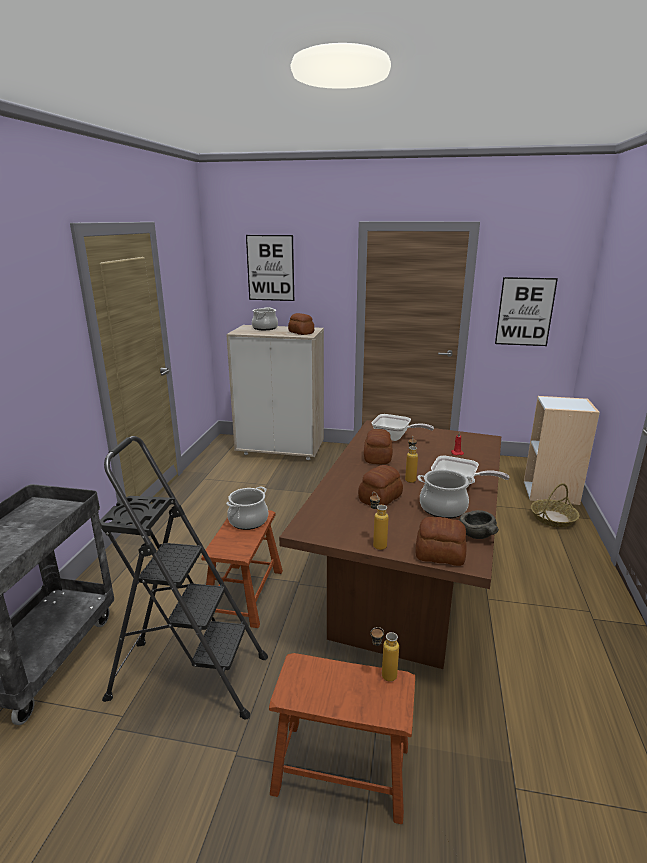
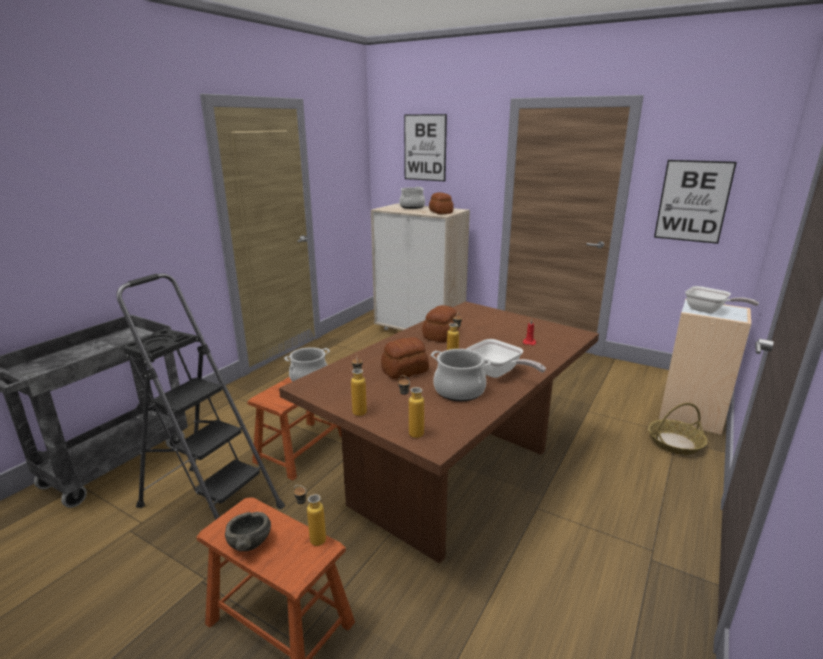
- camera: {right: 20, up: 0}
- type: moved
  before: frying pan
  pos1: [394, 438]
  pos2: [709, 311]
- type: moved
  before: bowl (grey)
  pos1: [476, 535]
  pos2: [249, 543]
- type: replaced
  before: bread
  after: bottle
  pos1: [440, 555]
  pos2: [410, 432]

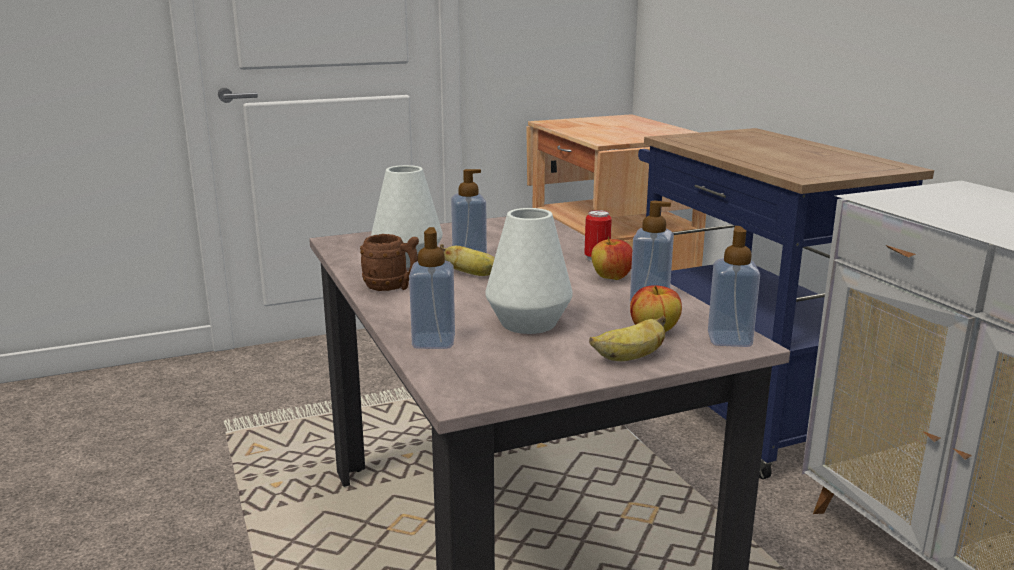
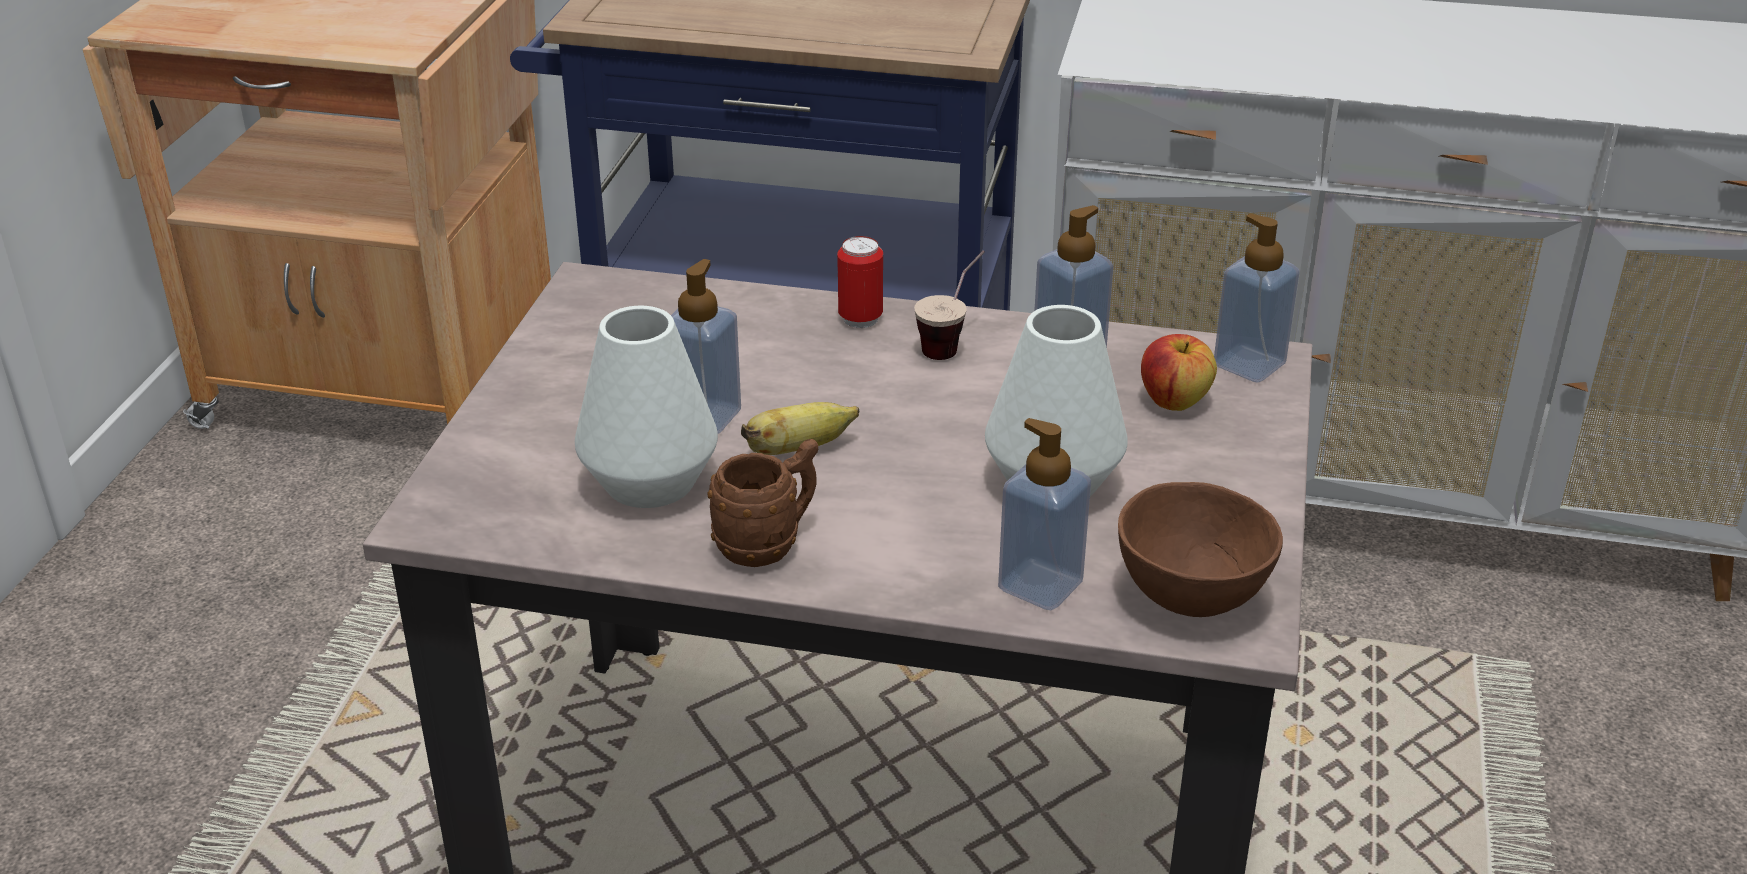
- camera: {right: -55, up: 15}
- type: removed
  before: banana
  pos1: [629, 358]
- type: added
  after: bowl (brown)
  pos2: [1189, 595]
- type: replaced
  before: apple
  after: cup
  pos1: [611, 277]
  pos2: [952, 343]

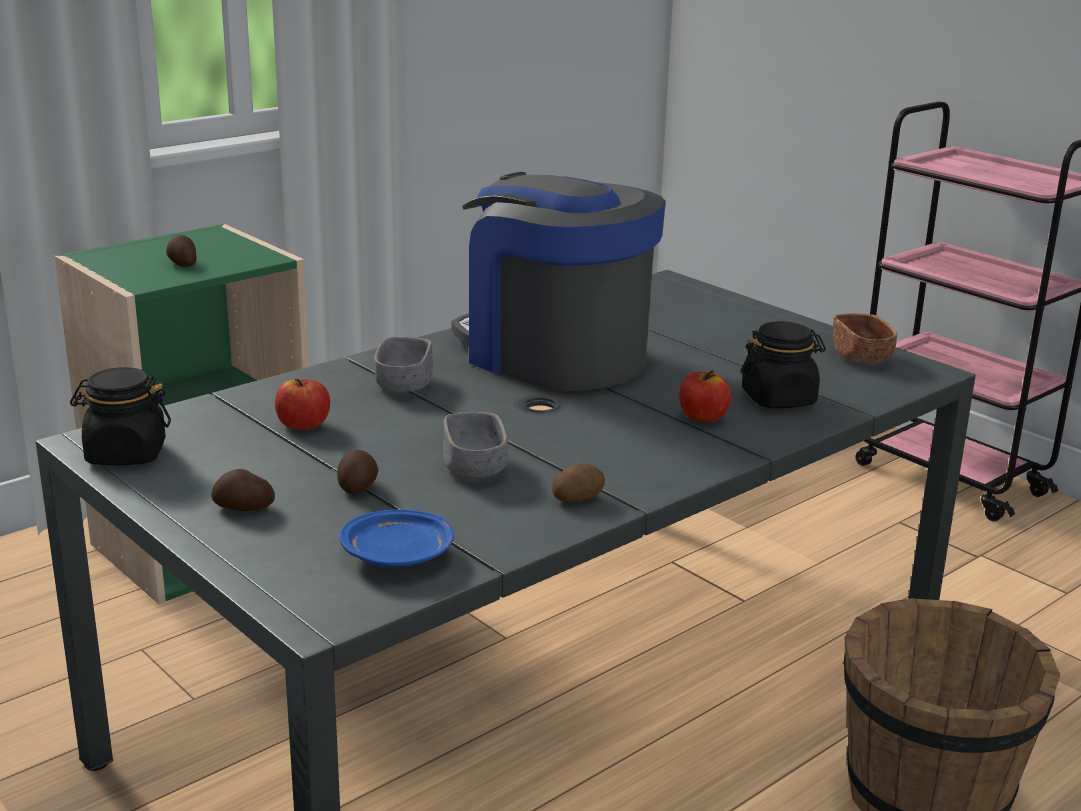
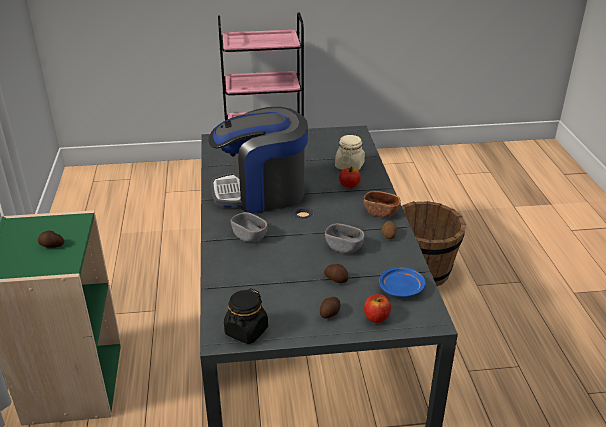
- camera: {right: -55, up: 10}
- type: moved
  before: apple
  pos1: [303, 425]
  pos2: [376, 317]
- type: moved
  before: bowl (brown)
  pos1: [861, 356]
  pos2: [381, 212]
- type: recoloured
  before: jar (black)
  after: jar (beige)
  pos1: [779, 399]
  pos2: [349, 166]

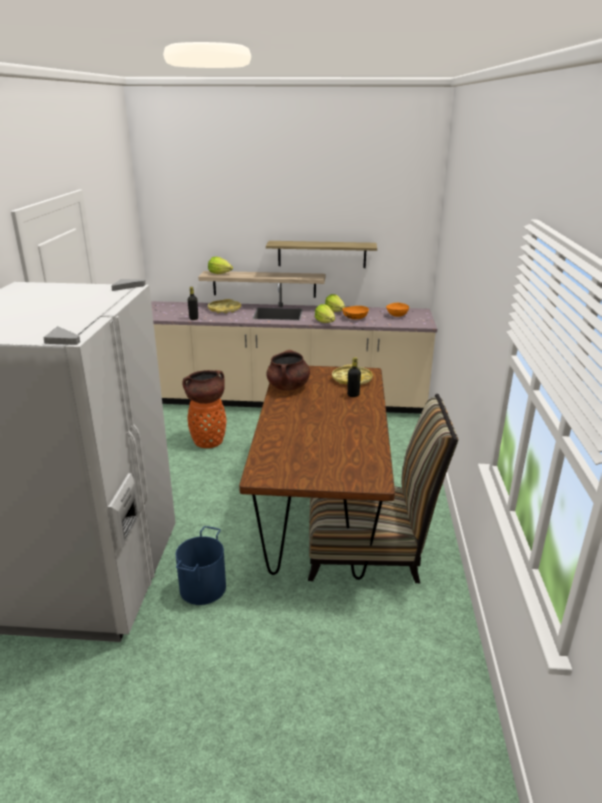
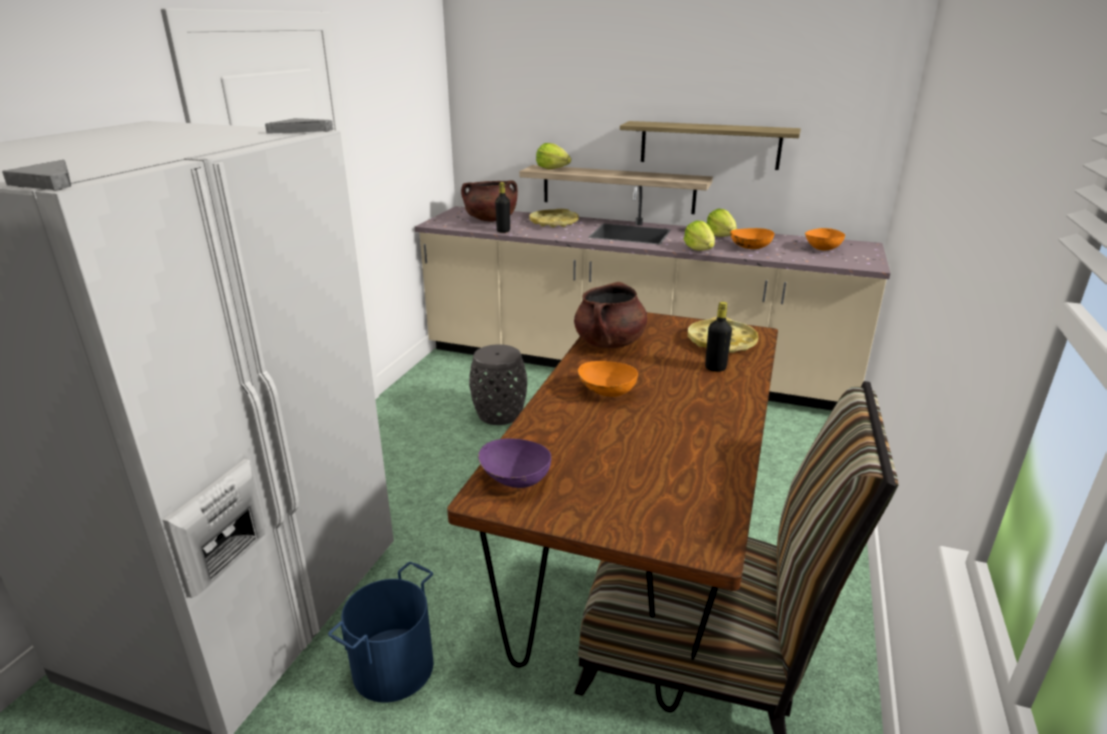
- camera: {right: 15, up: 0}
- type: added
  after: bowl (purple)
  pos2: [514, 480]
- type: added
  after: bowl (orange)
  pos2: [606, 392]
- type: moved
  before: cooking pot (brown)
  pos1: [205, 400]
  pos2: [491, 220]
- type: recoloured
  before: stool (orange)
  after: stool (grey)
  pos1: [208, 441]
  pos2: [499, 414]

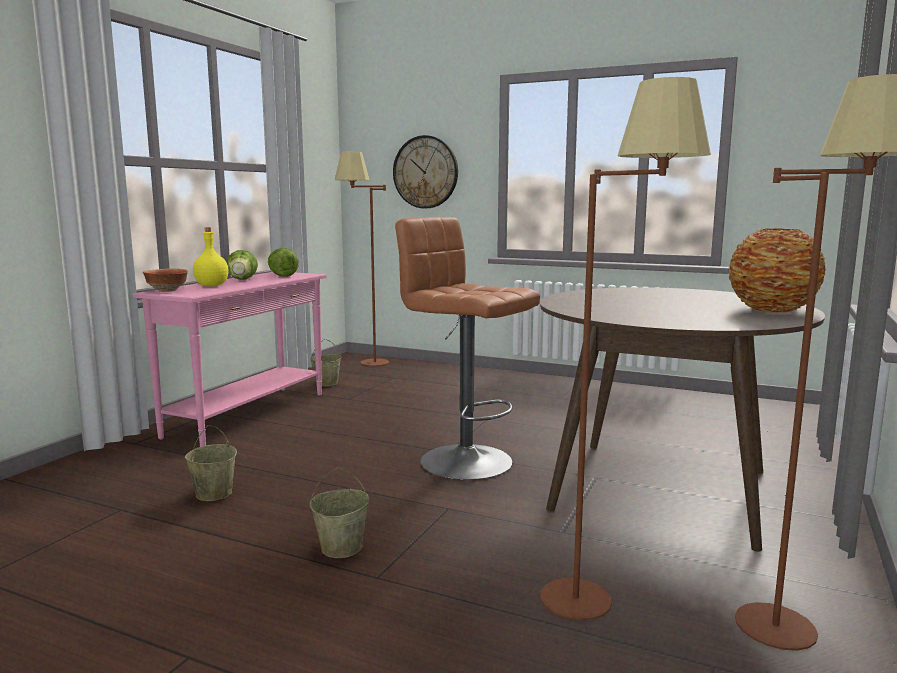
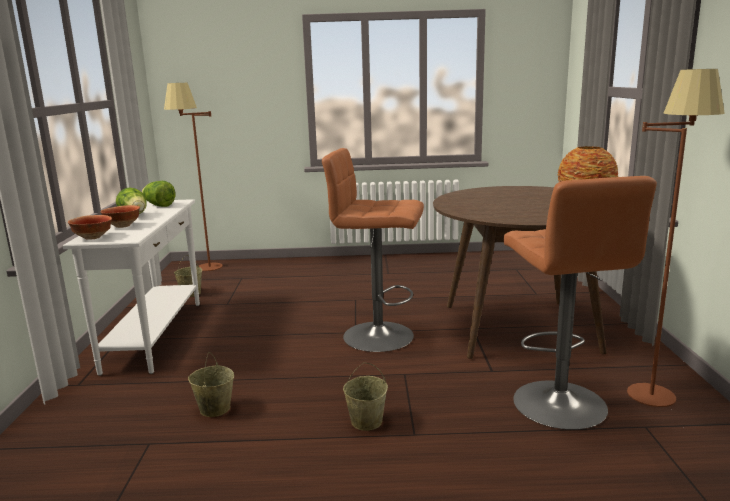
- camera: {right: -25, up: 5}
- type: removed
  before: wall clock
  pos1: [425, 172]
- type: replaced
  before: bottle (yellow)
  after: bowl
  pos1: [211, 286]
  pos2: [122, 226]
- type: replaced
  before: floor lamp (brown)
  after: stool (brown)
  pos1: [607, 598]
  pos2: [559, 405]
- type: recoloured
  before: console table (pink)
  after: console table (white)
  pos1: [247, 414]
  pos2: [154, 335]

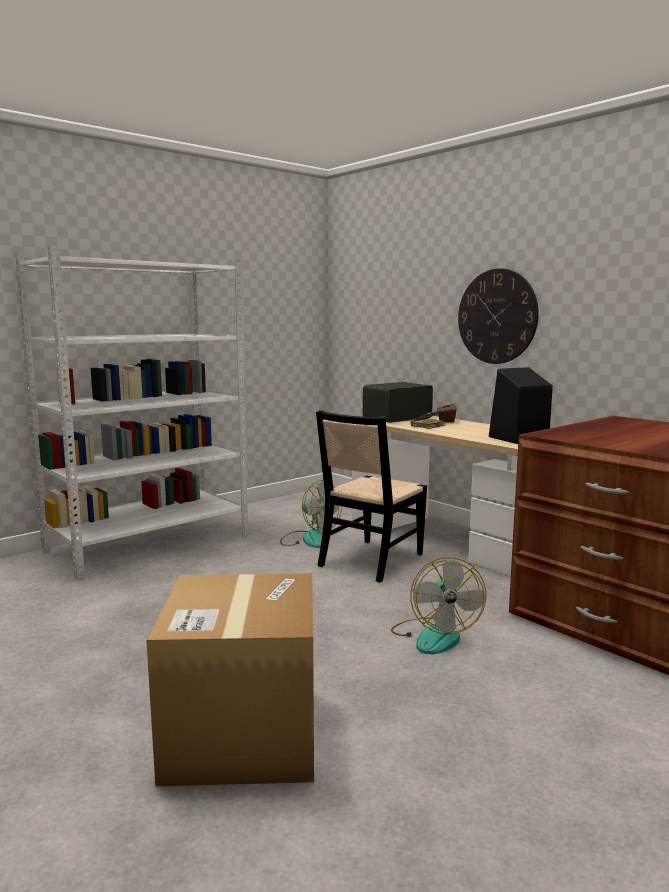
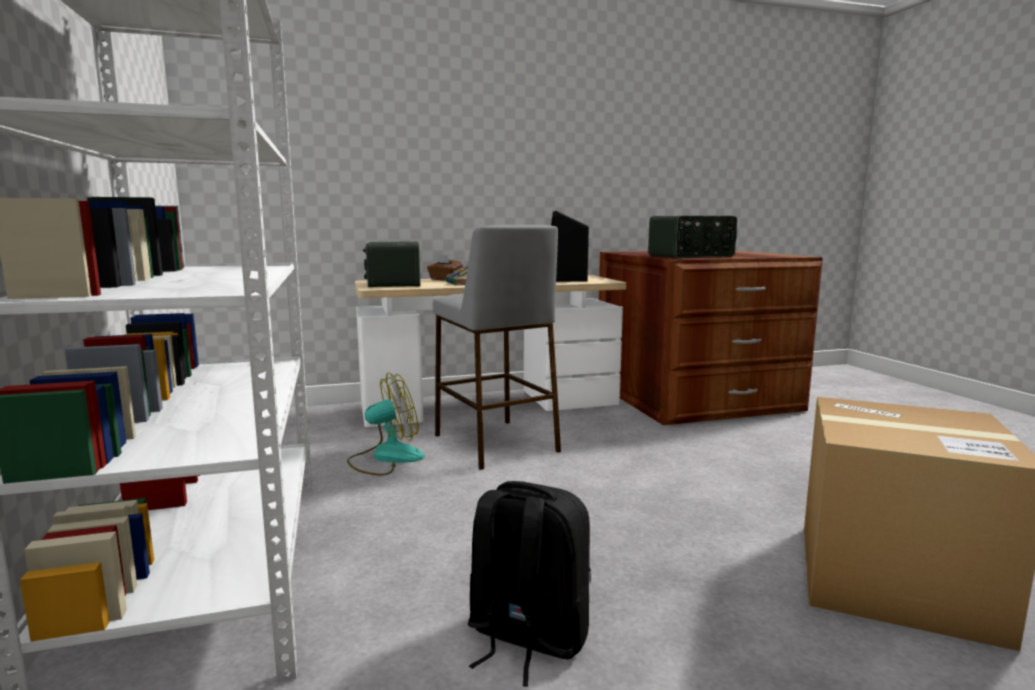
- camera: {right: -65, up: 0}
- type: removed
  before: fan
  pos1: [434, 635]
- type: removed
  before: wall clock
  pos1: [497, 316]
- type: added
  after: backpack (black)
  pos2: [526, 638]
- type: added
  after: radio
  pos2: [691, 256]
- type: replaced
  before: chair
  after: stool (grey)
  pos1: [371, 560]
  pos2: [496, 443]

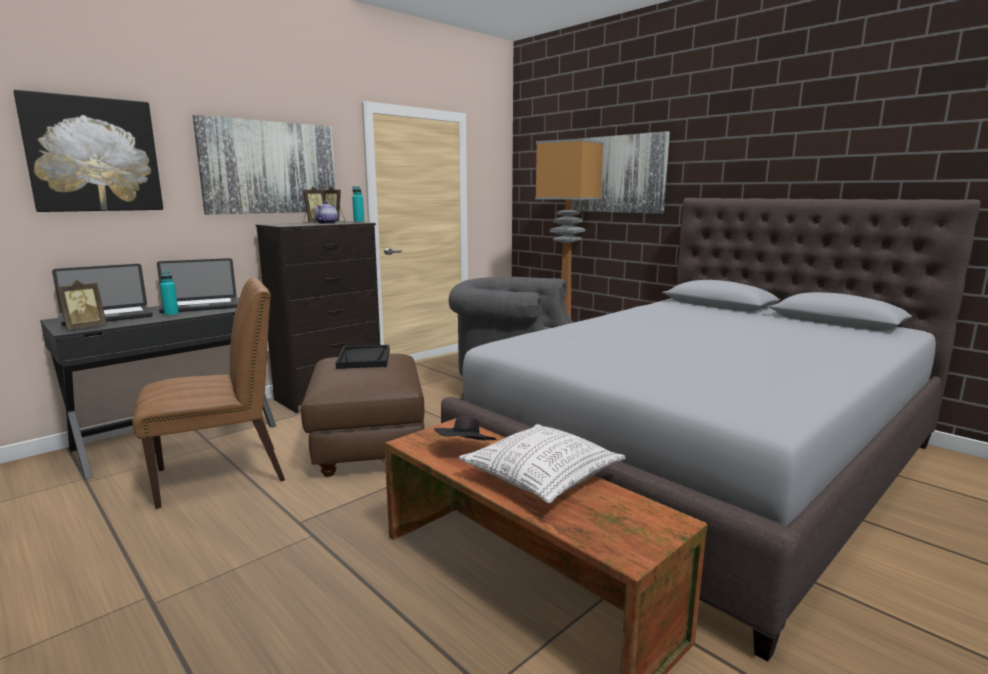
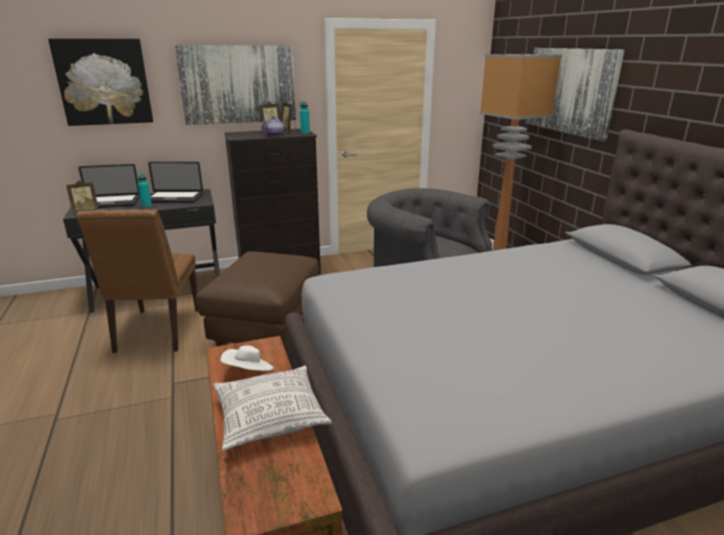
- camera: {right: 25, up: 10}
- type: removed
  before: tray (black)
  pos1: [364, 359]
- type: recoloured
  before: hat (black)
  after: hat (white)
  pos1: [465, 450]
  pos2: [248, 372]
- type: turned
  before: chair (brown)
  pos1: [219, 475]
  pos2: [158, 329]
  turn: 90

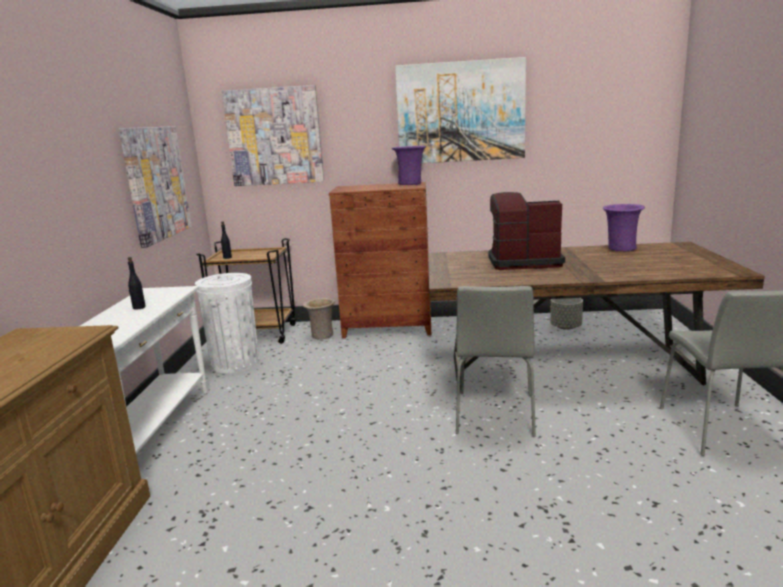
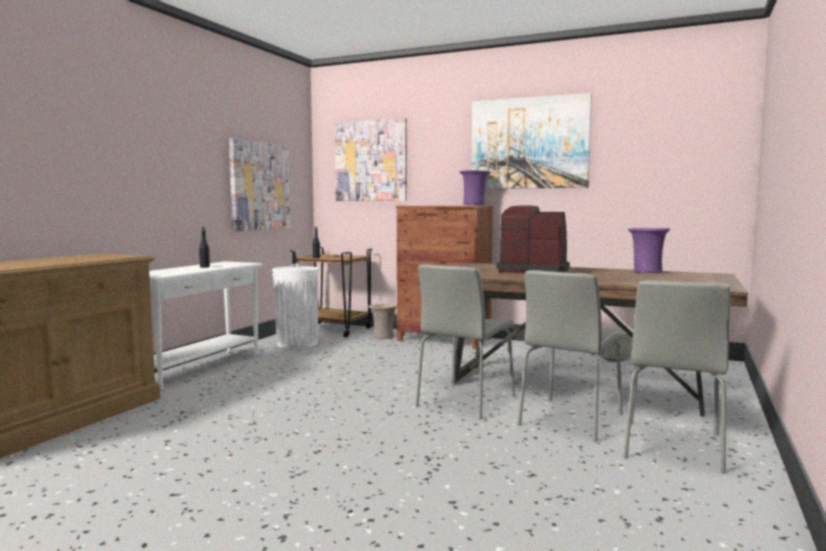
- camera: {right: 20, up: -10}
- type: added
  after: chair (grey)
  pos2: [569, 420]

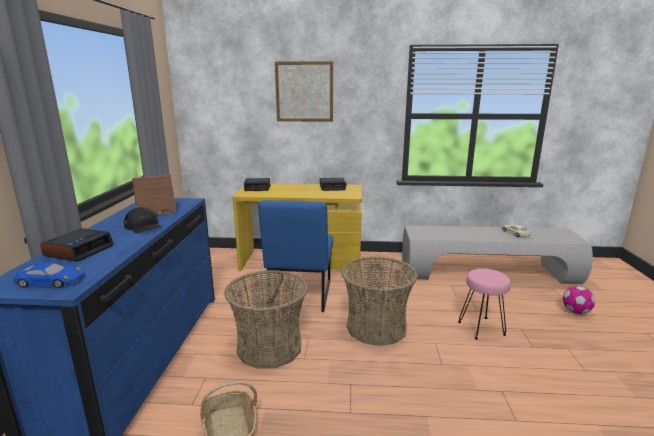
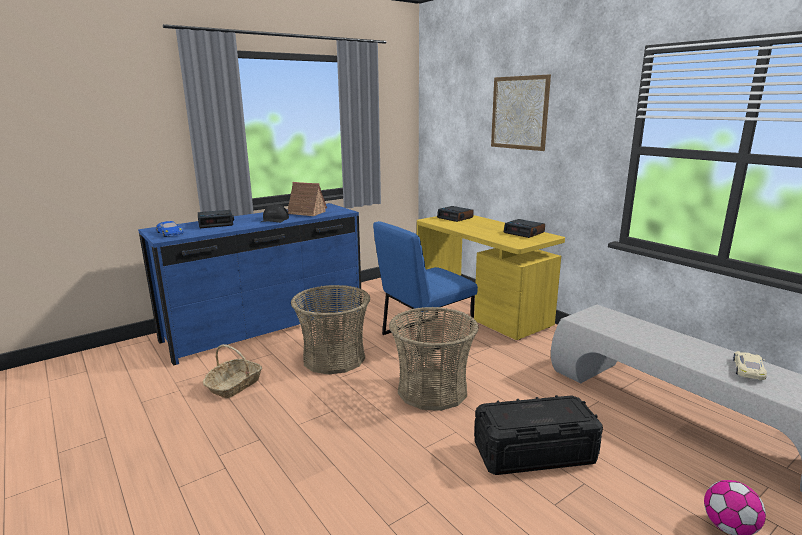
- camera: {right: 50, up: 0}
- type: replaced
  before: stool (pink)
  after: storage box (black)
  pos1: [482, 328]
  pos2: [534, 453]

